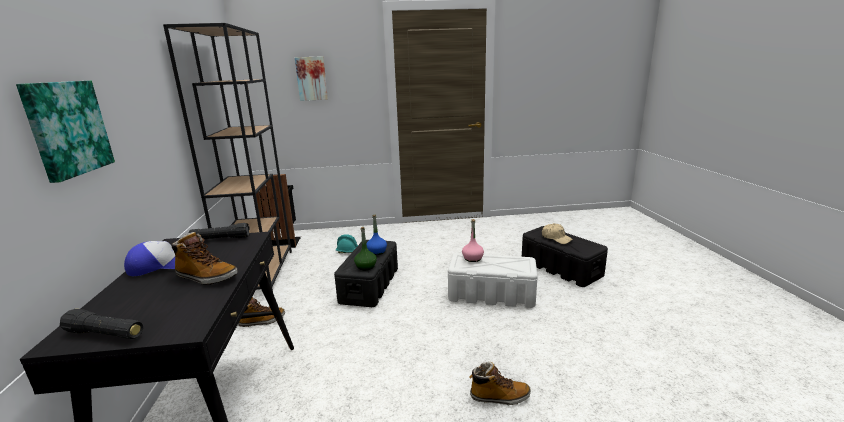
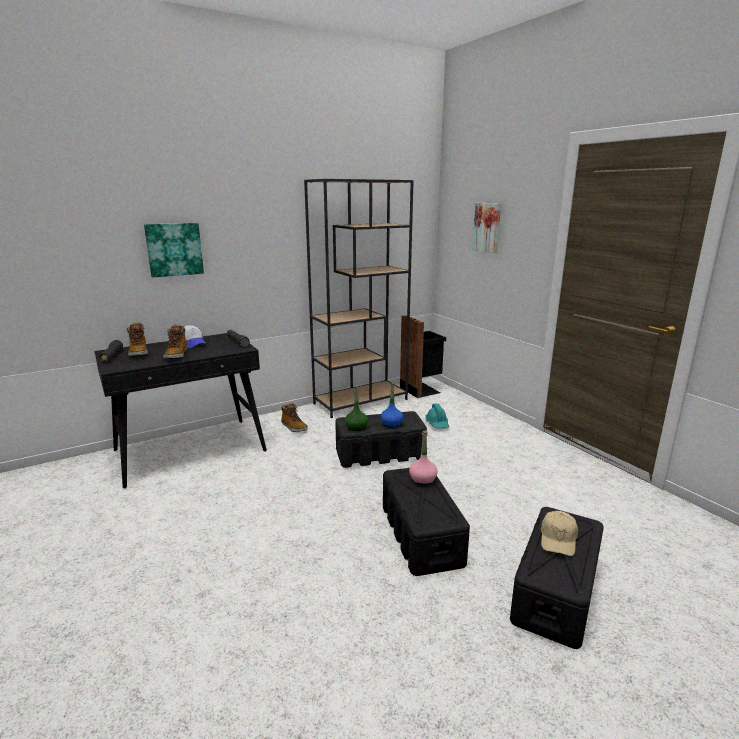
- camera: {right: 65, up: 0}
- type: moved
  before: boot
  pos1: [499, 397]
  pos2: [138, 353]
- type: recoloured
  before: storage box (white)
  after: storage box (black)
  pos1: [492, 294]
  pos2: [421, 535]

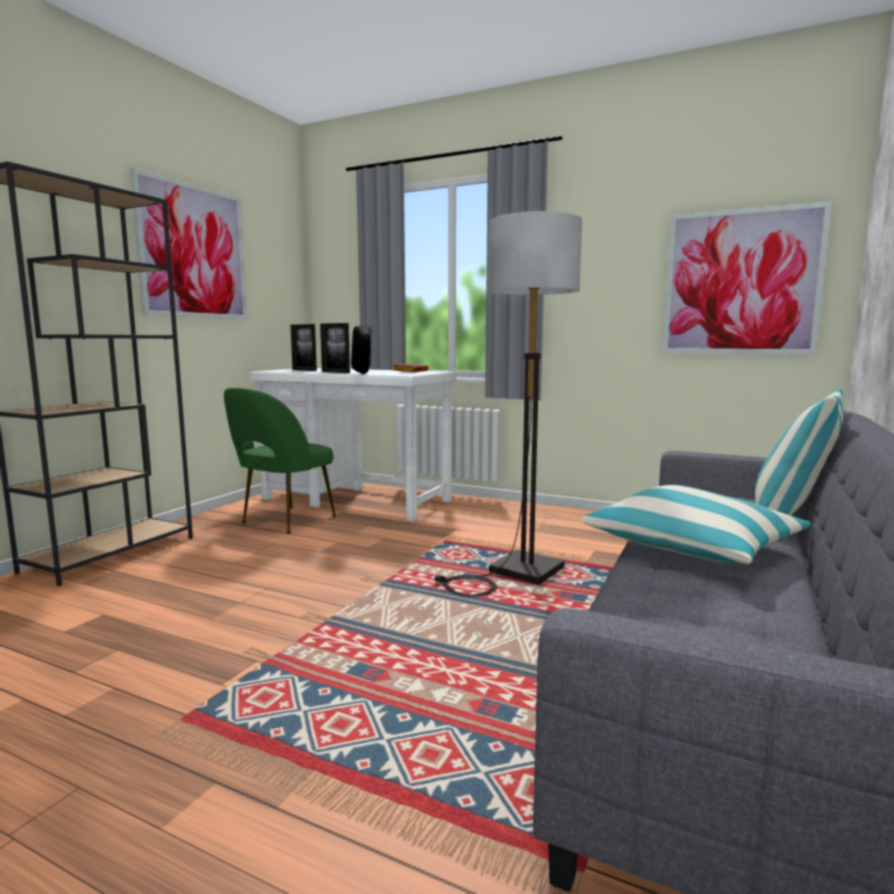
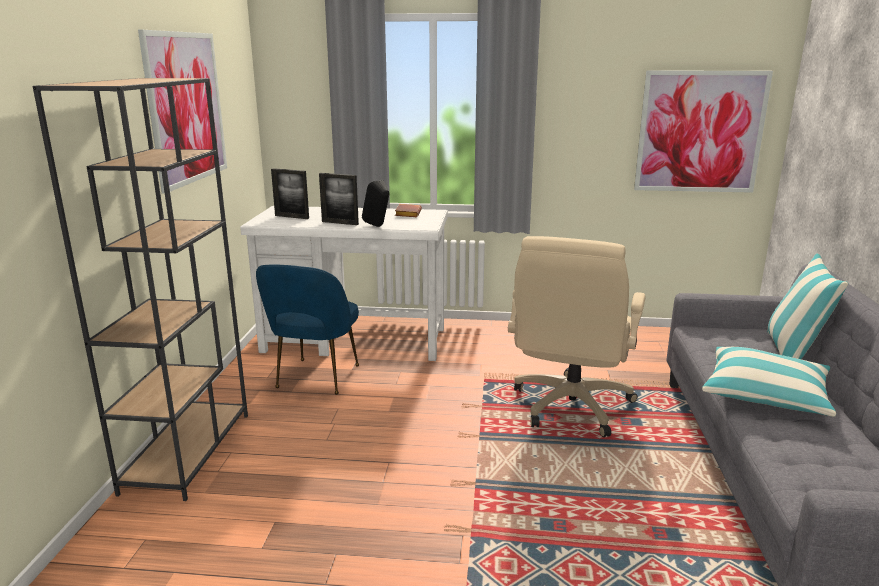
- camera: {right: -20, up: 10}
- type: replaced
  before: floor lamp
  after: office chair (beige)
  pos1: [510, 575]
  pos2: [569, 409]
- type: recoloured
  before: chair (green)
  after: chair (blue)
  pos1: [283, 522]
  pos2: [315, 380]

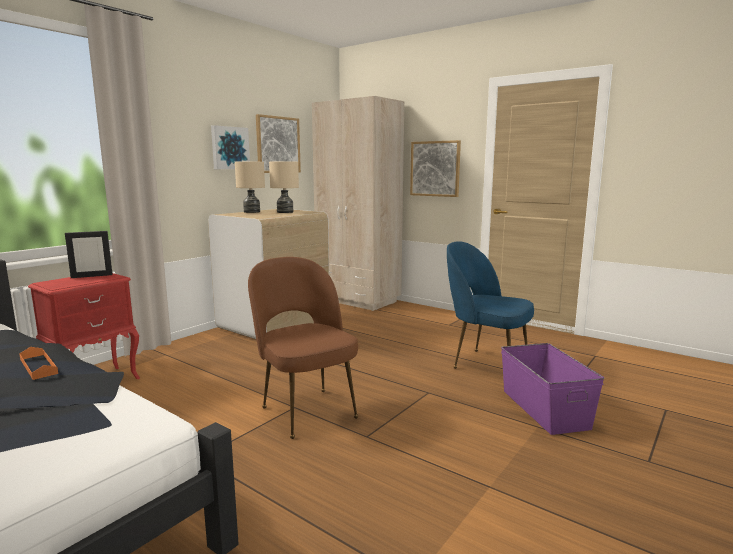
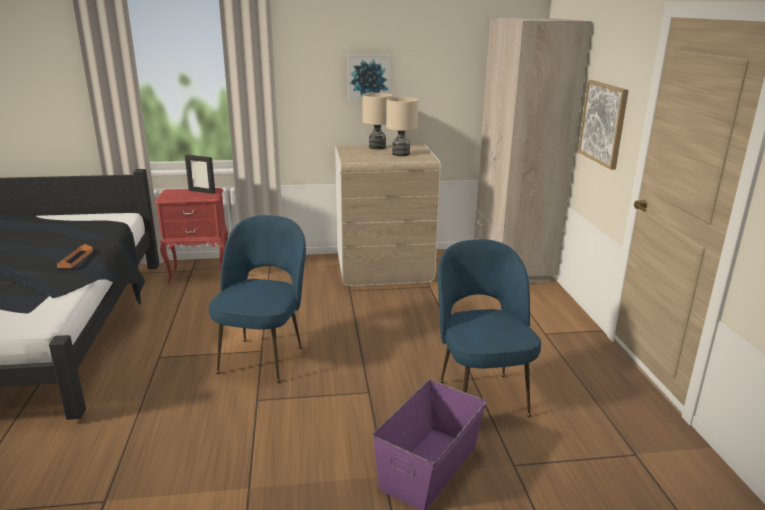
- camera: {right: 45, up: 10}
- type: removed
  before: picture
  pos1: [278, 145]
- type: recoloured
  before: chair (brown)
  after: chair (blue)
  pos1: [306, 409]
  pos2: [264, 356]

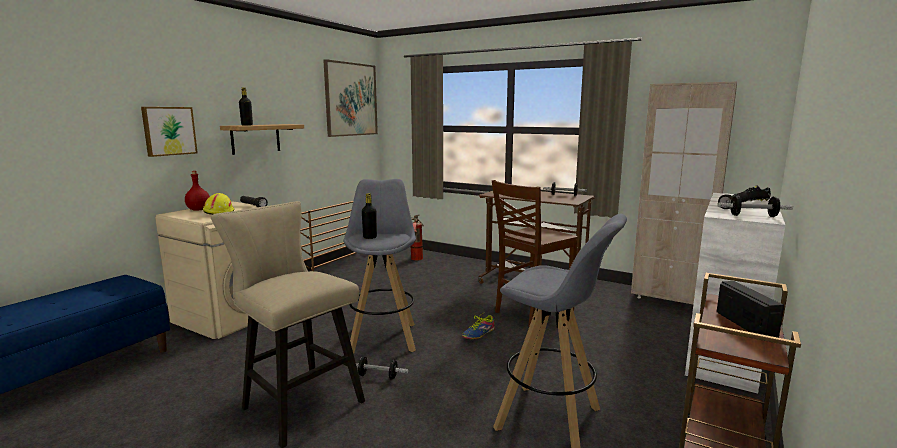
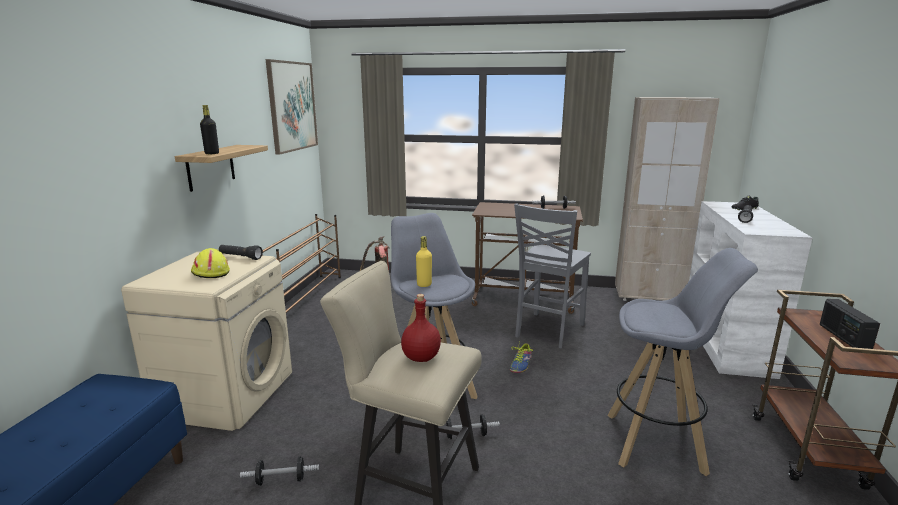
- camera: {right: -20, up: 5}
- type: removed
  before: picture
  pos1: [169, 131]
- type: moved
  before: bottle (red)
  pos1: [198, 210]
  pos2: [421, 358]
- type: moved
  before: dumbbell
  pos1: [753, 216]
  pos2: [281, 480]
- type: recoloured
  before: bottle (black)
  after: bottle (yellow)
  pos1: [370, 237]
  pos2: [424, 284]
- type: recoloured
  before: chair (brown)
  after: chair (grey)
  pos1: [531, 311]
  pos2: [547, 331]
- type: turned
  before: radio
  pos1: [746, 325]
  pos2: [843, 337]
  turn: -150

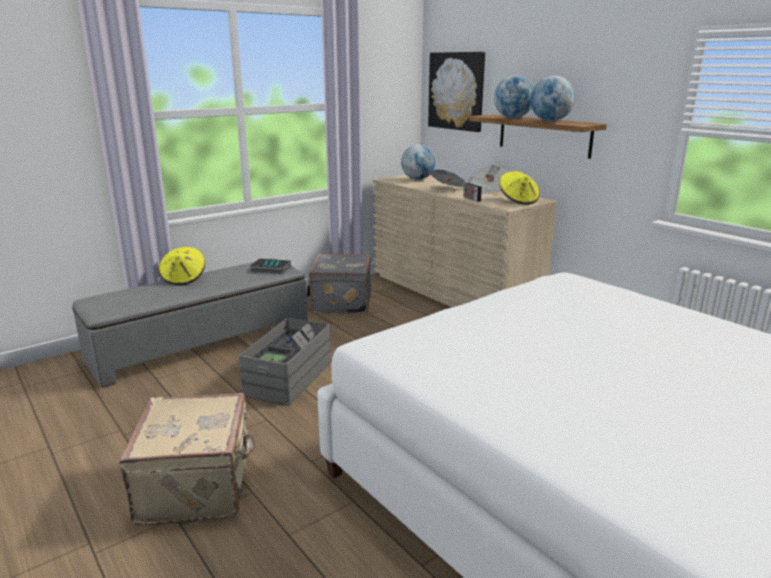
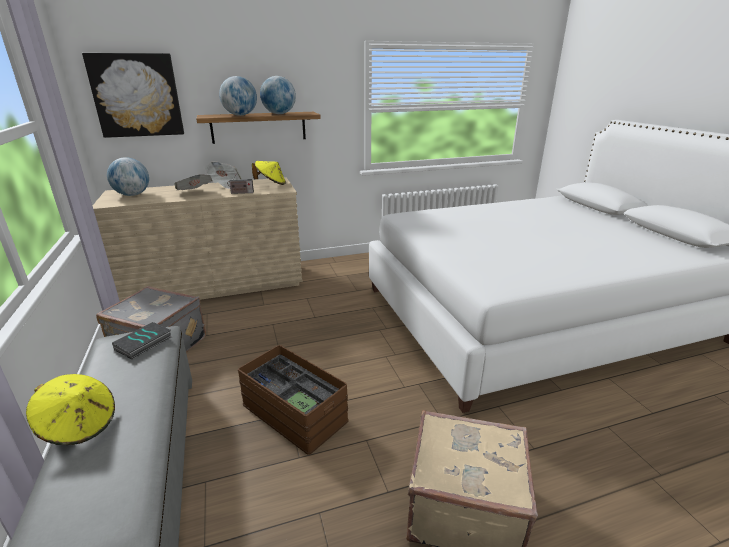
- camera: {right: -70, up: 5}
- type: recoloured
  before: storage box (grey)
  after: storage box (brown)
  pos1: [288, 377]
  pos2: [293, 412]

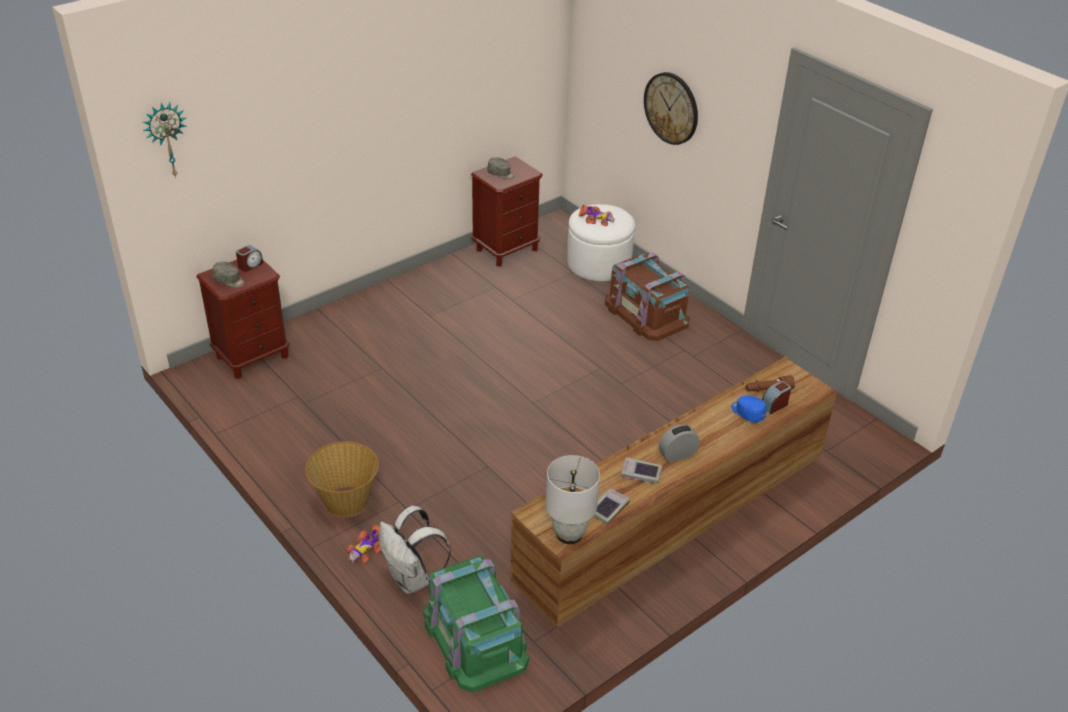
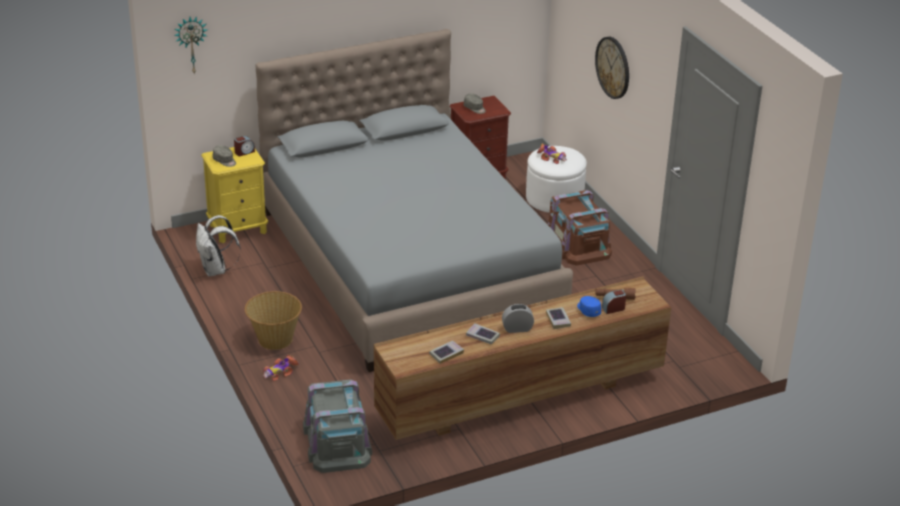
- camera: {right: 15, up: -5}
- type: removed
  before: table lamp (white)
  pos1: [569, 534]
- type: added
  after: bed (grey)
  pos2: [408, 264]
- type: added
  after: book
  pos2: [558, 320]
- type: moved
  before: backpack (white)
  pos1: [412, 579]
  pos2: [216, 270]
- type: recoloured
  before: nightstand (brown)
  after: nightstand (yellow)
  pos1: [252, 356]
  pos2: [238, 229]
- type: recoloured
  before: storage box (green)
  after: storage box (grey)
  pos1: [476, 638]
  pos2: [337, 441]

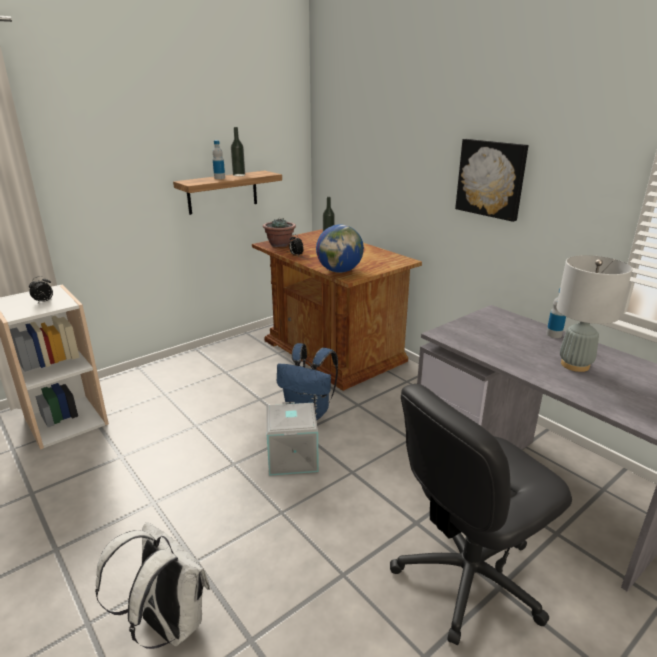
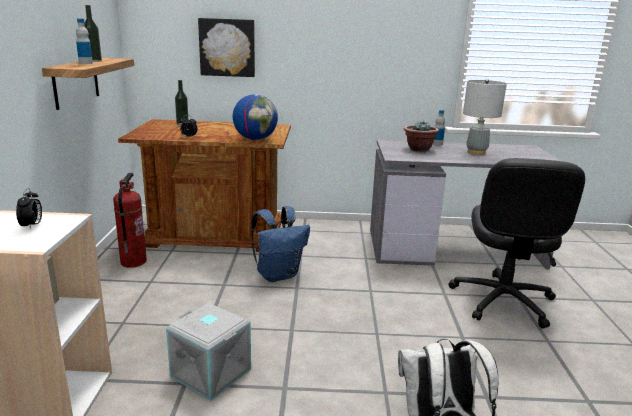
- camera: {right: -50, up: -5}
- type: added
  after: fire extinguisher
  pos2: [133, 262]
- type: moved
  before: potted plant
  pos1: [280, 244]
  pos2: [419, 149]
- type: moved
  before: storage box (grey)
  pos1: [293, 457]
  pos2: [212, 372]
- type: moved
  before: picture
  pos1: [491, 178]
  pos2: [227, 47]

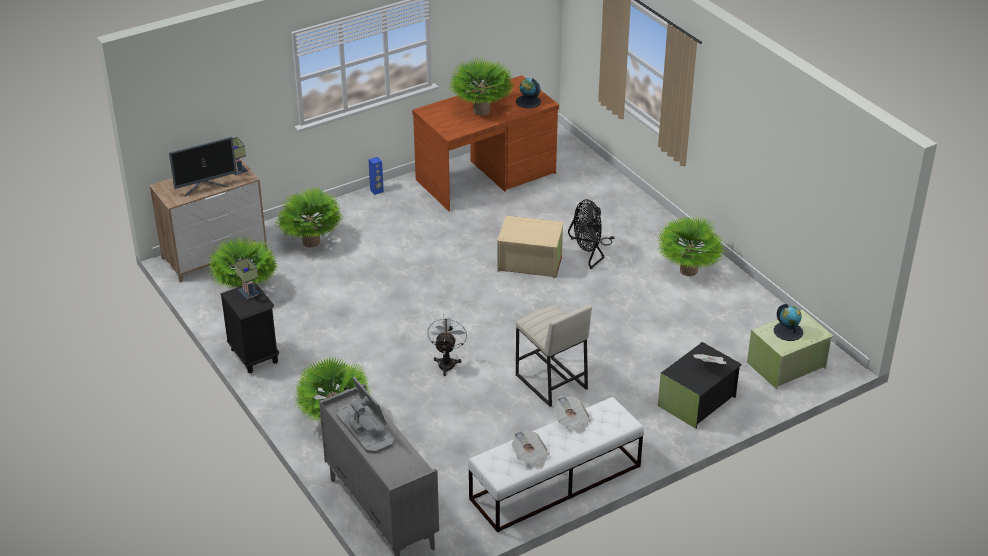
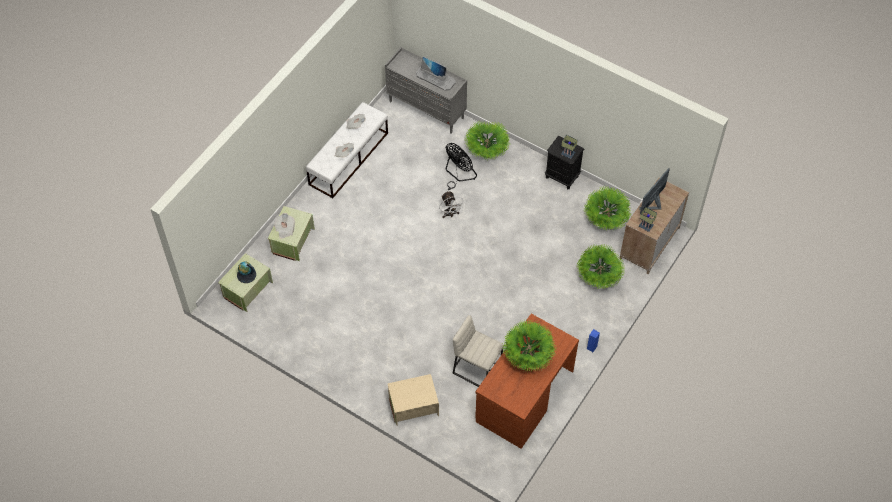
- camera: {right: 155, up: 20}
- type: removed
  before: globe
  pos1: [528, 101]
- type: removed
  before: potted plant
  pos1: [688, 270]
- type: moved
  before: storage box (beige)
  pos1: [530, 263]
  pos2: [413, 406]
- type: moved
  before: stool (beige)
  pos1: [551, 382]
  pos2: [477, 369]
- type: moved
  before: fan (black)
  pos1: [590, 250]
  pos2: [457, 173]
- type: recoloured
  before: storage box (black)
  after: storage box (green)
  pos1: [698, 401]
  pos2: [292, 241]

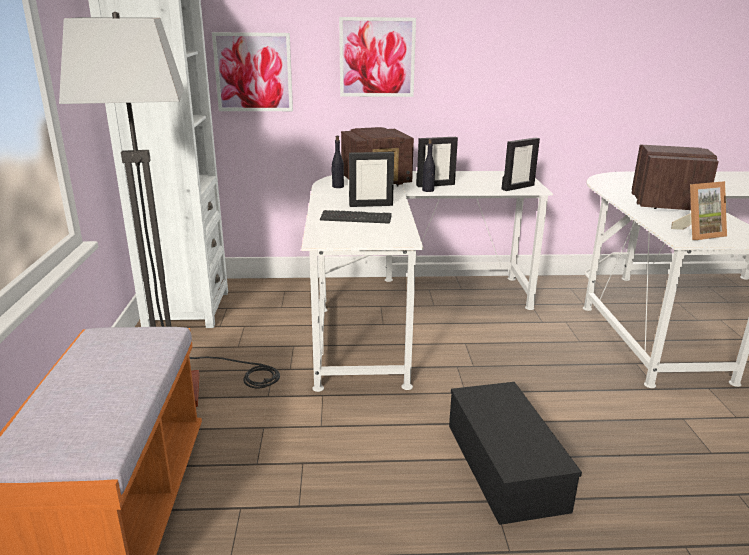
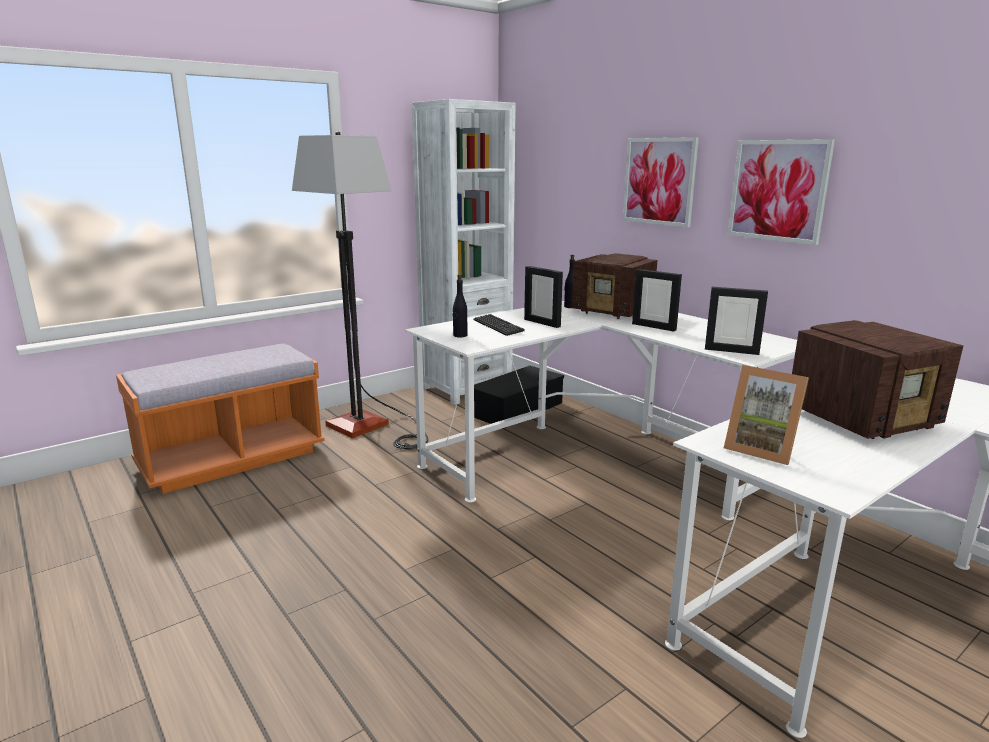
- camera: {right: 55, up: -5}
- type: moved
  before: picture
  pos1: [253, 72]
  pos2: [778, 190]
- type: moved
  before: bottle (black)
  pos1: [428, 190]
  pos2: [460, 335]
- type: moved
  before: storage box (black)
  pos1: [502, 464]
  pos2: [517, 408]

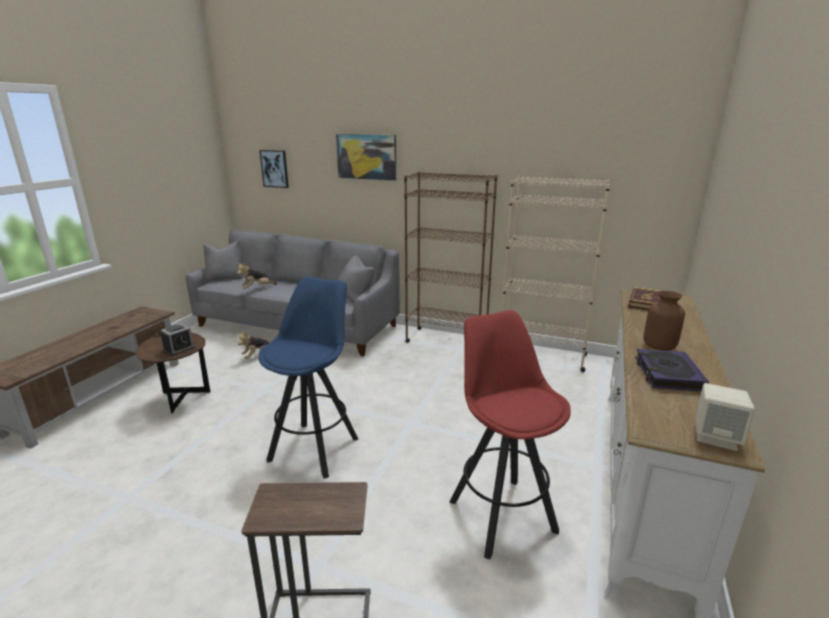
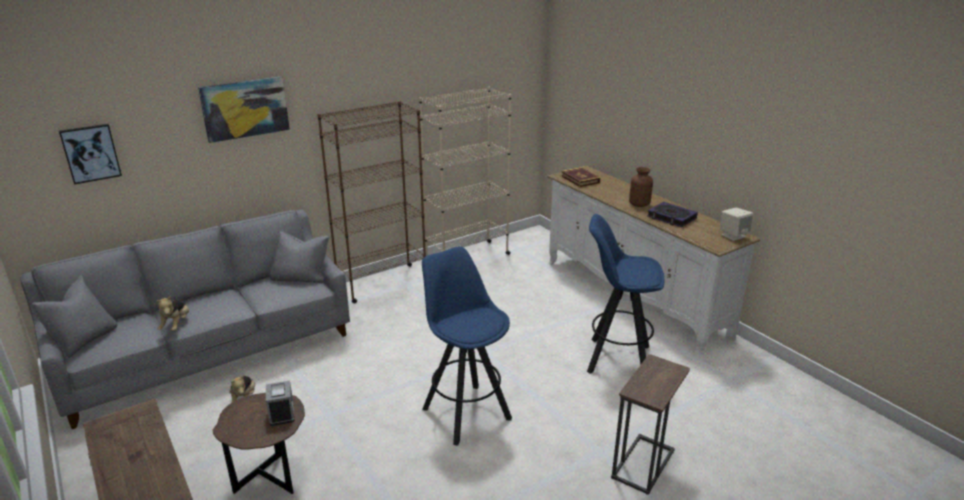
- camera: {right: -55, up: 5}
- type: recoloured
  before: stool (red)
  after: stool (blue)
  pos1: [500, 513]
  pos2: [616, 358]

